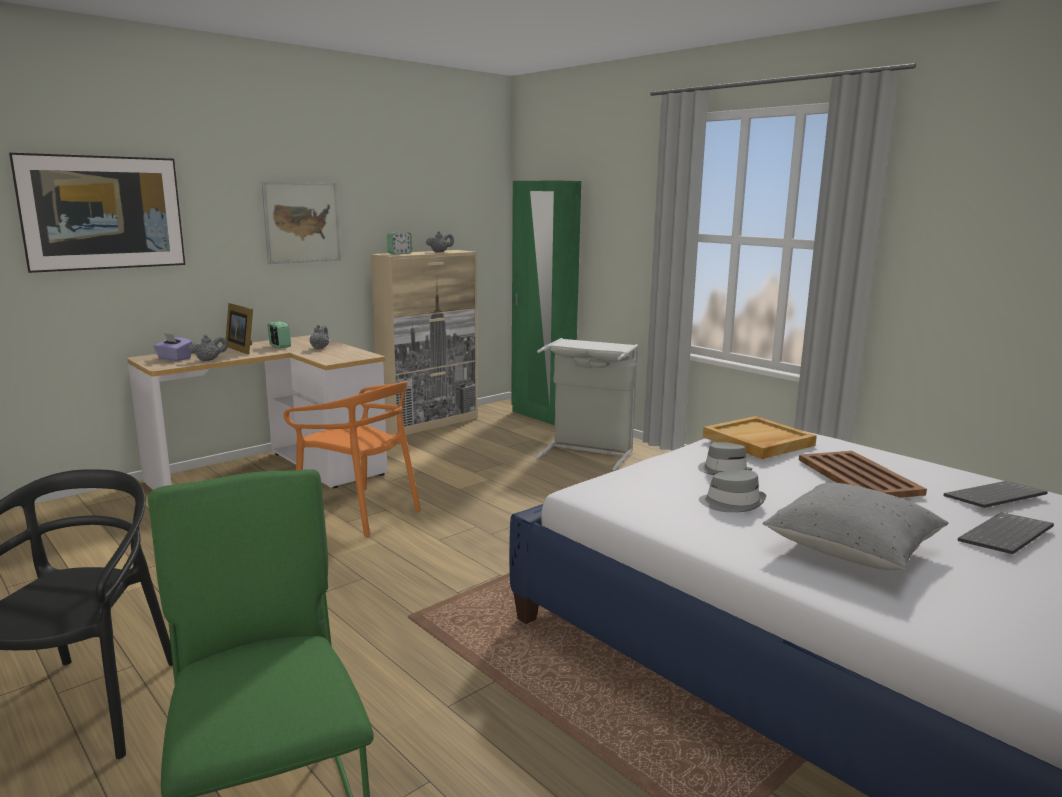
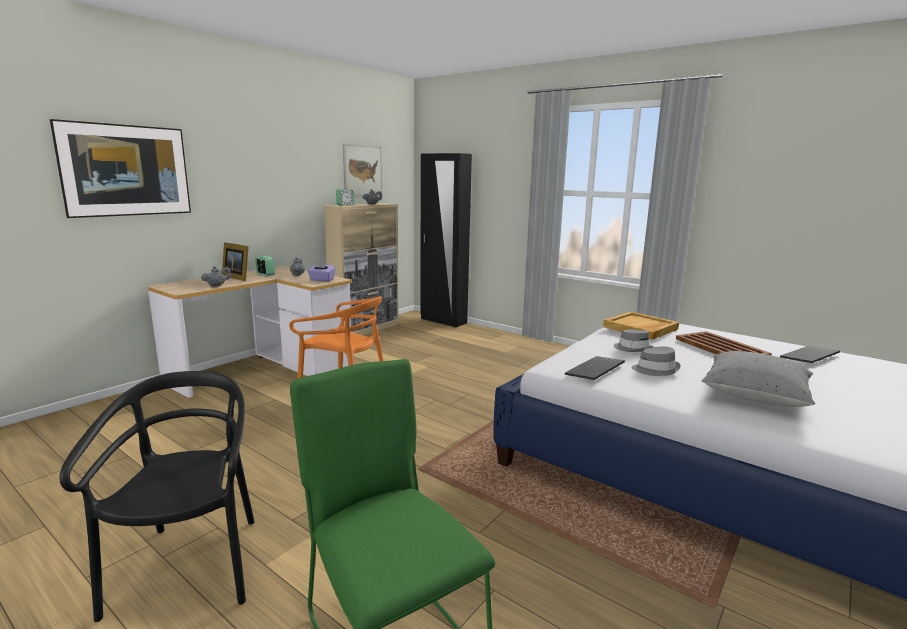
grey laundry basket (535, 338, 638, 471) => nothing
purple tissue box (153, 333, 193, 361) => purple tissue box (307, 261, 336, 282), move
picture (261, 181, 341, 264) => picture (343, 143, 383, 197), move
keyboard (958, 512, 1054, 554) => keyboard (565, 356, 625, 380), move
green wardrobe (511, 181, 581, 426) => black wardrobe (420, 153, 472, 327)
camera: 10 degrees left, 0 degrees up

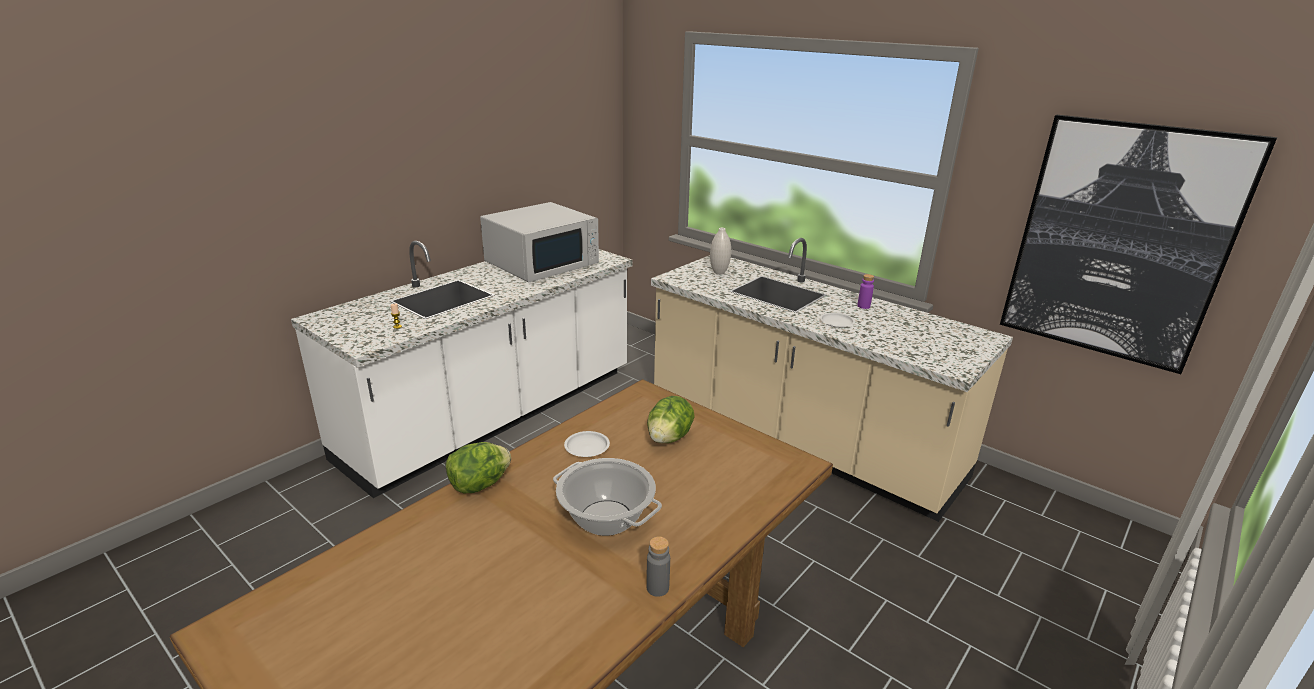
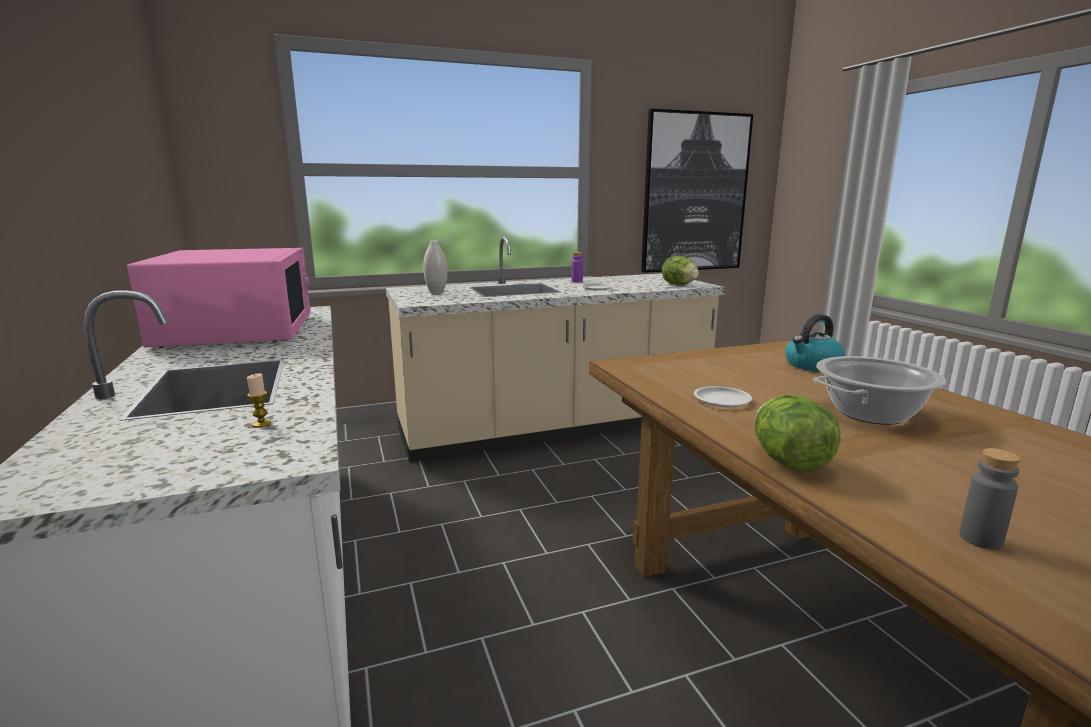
nothing => kettle (785, 314, 845, 372)
grey bottle (646, 536, 670, 597) => grey bottle (959, 448, 1021, 550), move
lettuce (647, 396, 695, 443) => lettuce (662, 256, 699, 285), move
white microwave (480, 202, 599, 282) => pink microwave (127, 248, 311, 348)
camera: 60 degrees left, 10 degrees down

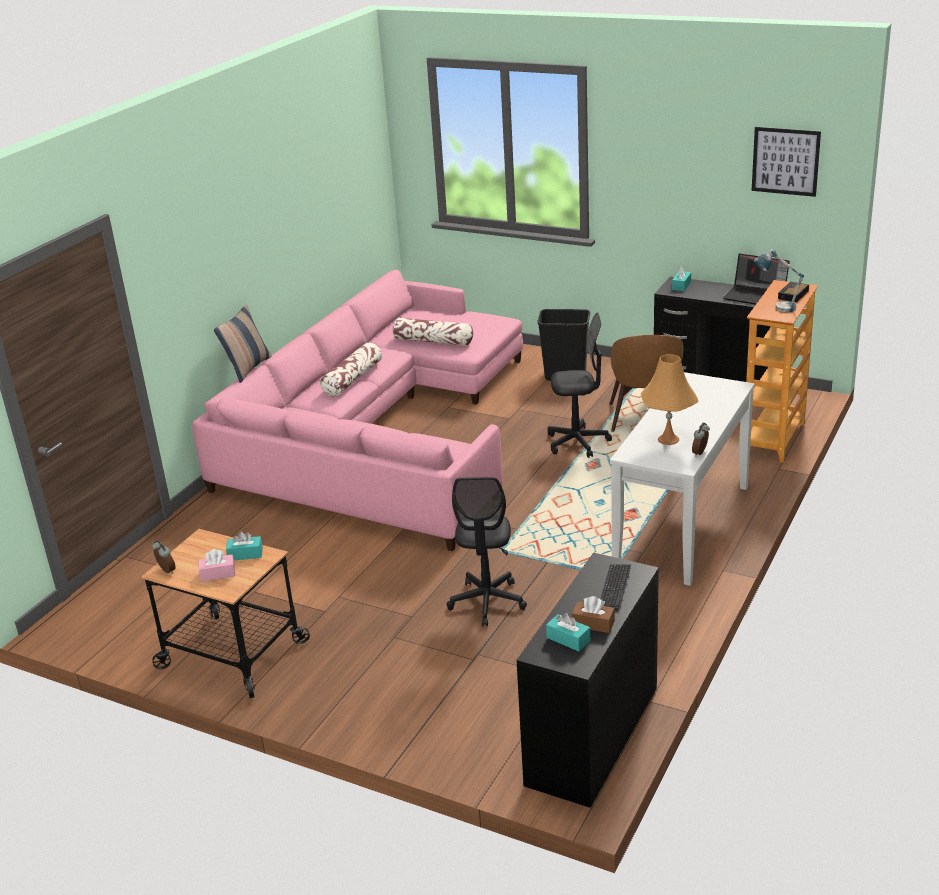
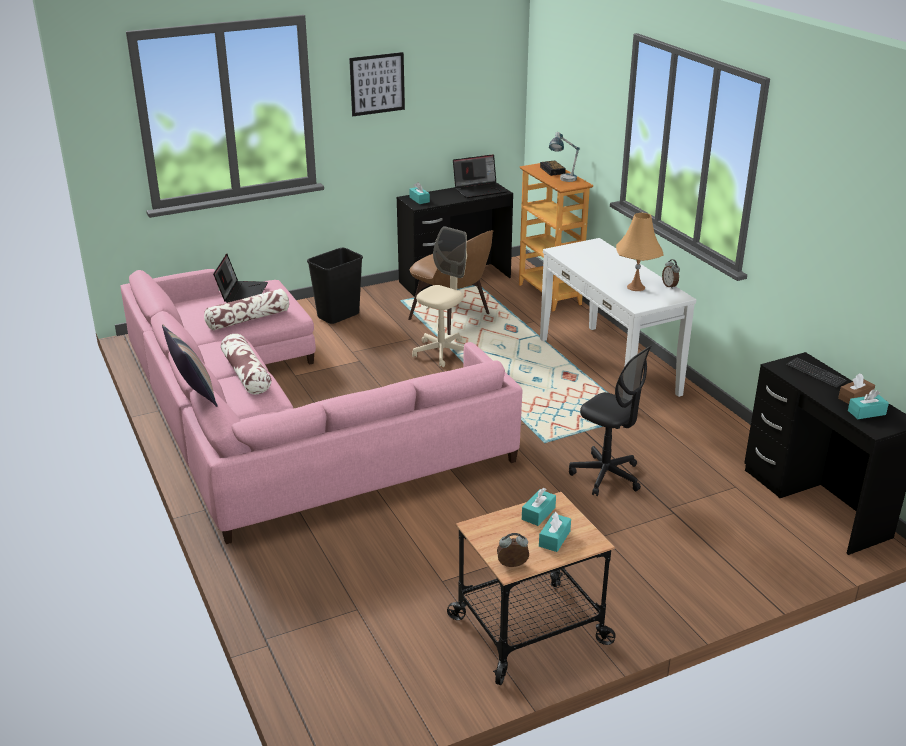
nothing => laptop (213, 254, 268, 303)
picture (752, 127, 821, 197) => picture (349, 52, 405, 116), move
pink tissue box (199, 549, 235, 582) => turquoise tissue box (539, 512, 571, 552)
black office chair (548, 312, 612, 458) => beige office chair (412, 226, 467, 367)
camera: 55 degrees left, 0 degrees up

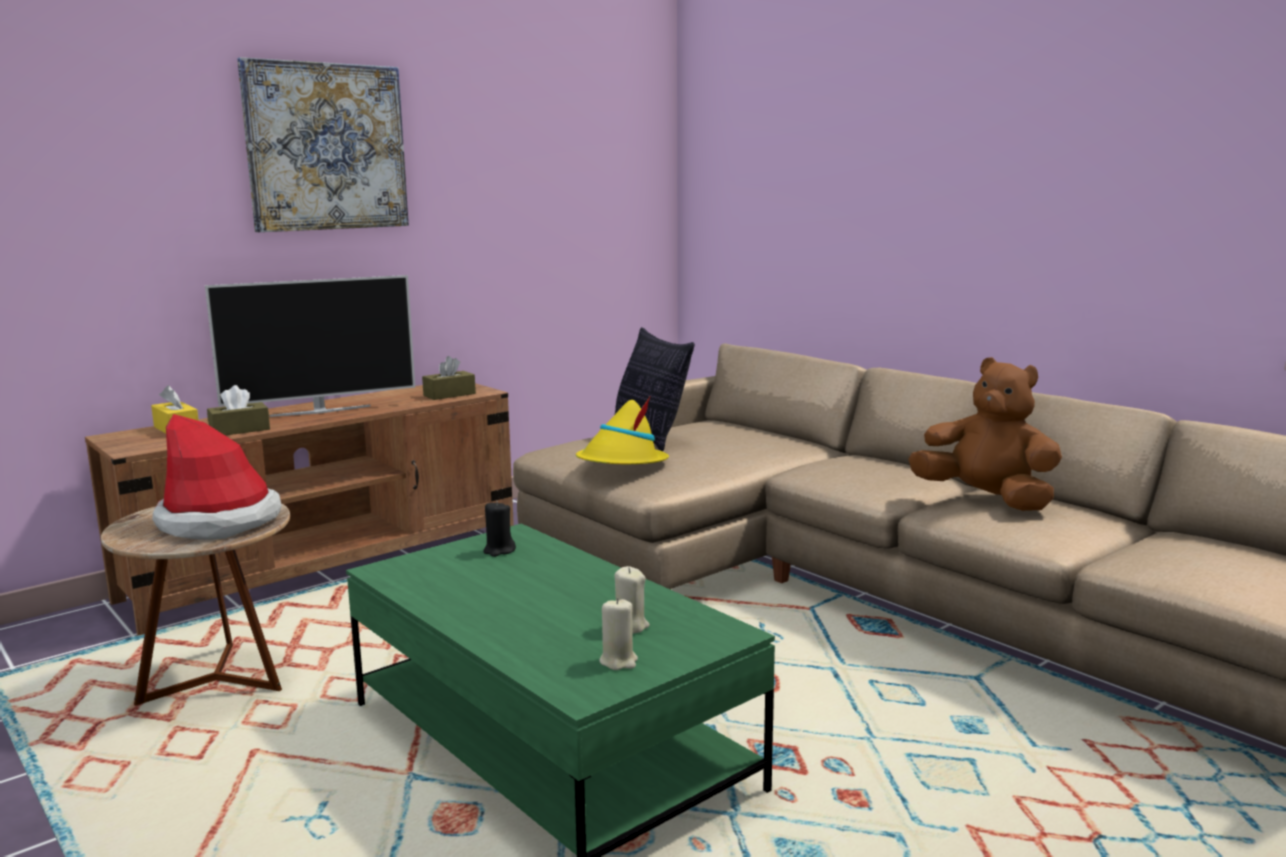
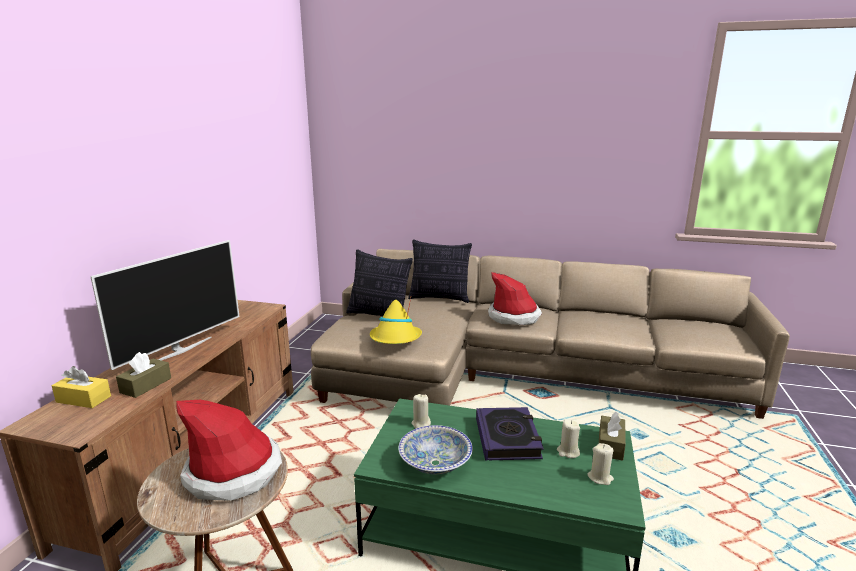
picture (237, 57, 409, 232) => nothing
brown plush toy (908, 357, 1062, 511) => nothing
nothing => bowl (398, 425, 473, 475)
nothing => pillow (408, 240, 472, 303)
nothing => book (476, 407, 544, 461)
nothing => hat (488, 272, 542, 325)
brown tissue box (422, 356, 476, 400) => brown tissue box (599, 411, 626, 461), move
black candle (484, 501, 516, 557) => beige candle (411, 394, 431, 428)
camera: 35 degrees left, 5 degrees up

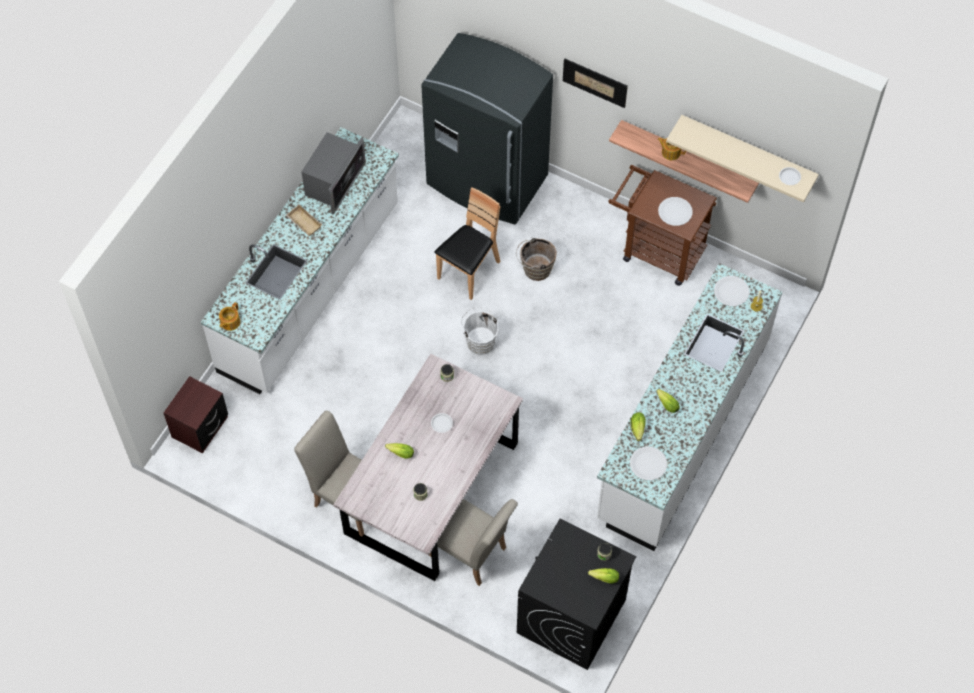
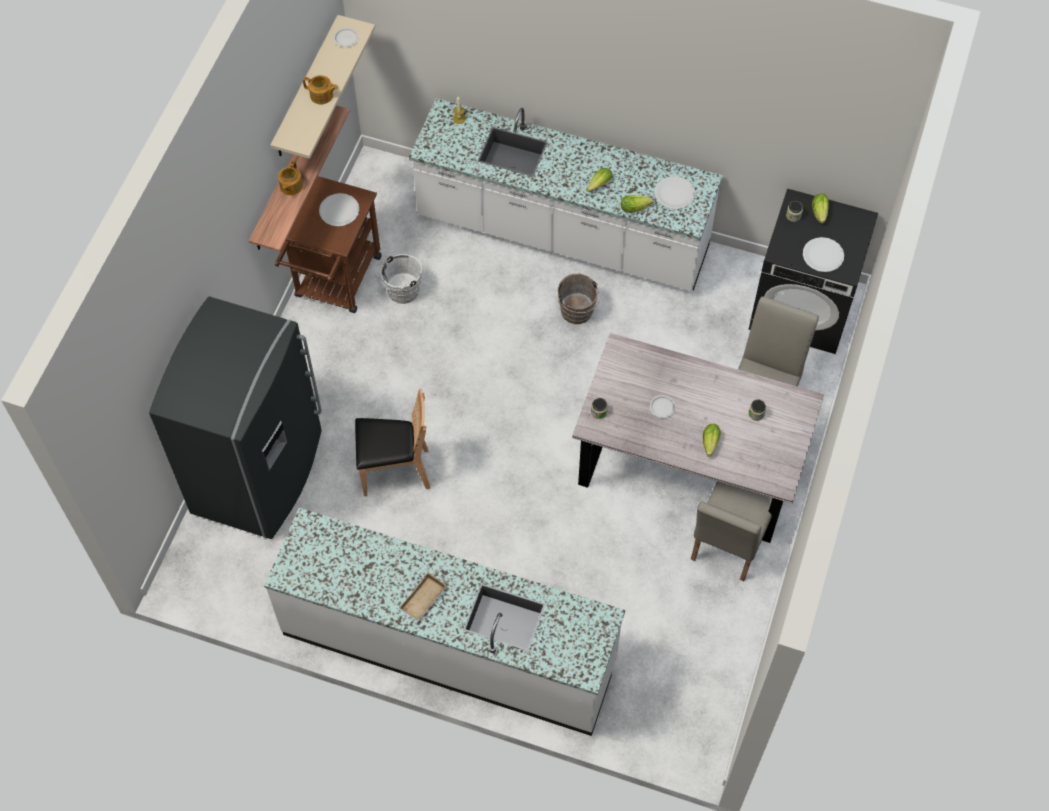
brown nightstand (164, 376, 228, 453) => nothing
microwave (302, 132, 366, 215) => nothing
picture (563, 59, 628, 108) => nothing
teapot (219, 302, 240, 331) => teapot (303, 75, 338, 104), move
white bucket (461, 307, 498, 355) => white bucket (376, 254, 422, 304), move
brown bucket (516, 237, 557, 281) => brown bucket (558, 274, 600, 324), move
white plate (714, 276, 750, 306) => white plate (803, 237, 844, 272), move
brown chair (434, 187, 500, 300) => brown chair (355, 388, 430, 496), 150 degrees clockwise
camera: 100 degrees left, 0 degrees up

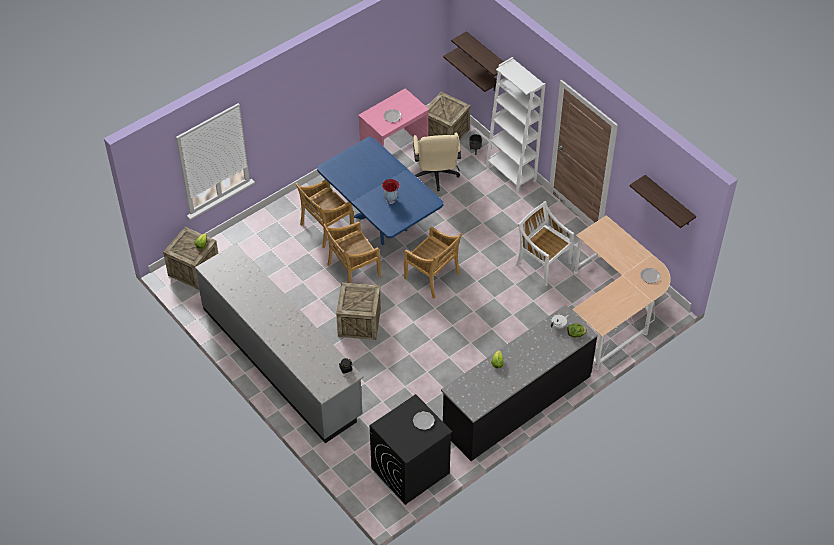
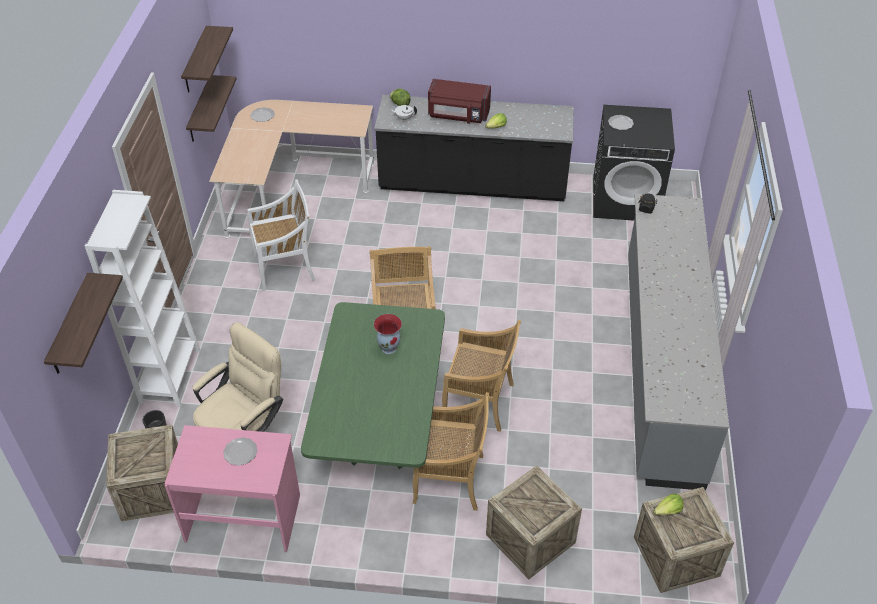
nothing => red microwave (428, 79, 491, 124)
crate (336, 283, 381, 340) => crate (486, 465, 582, 579), move
shelf (443, 48, 497, 92) => shelf (186, 75, 236, 142), move
blue dining table (317, 137, 443, 245) => green dining table (301, 302, 445, 469)
white chair (516, 201, 574, 286) => white chair (247, 180, 316, 291), 105 degrees counterclockwise
camera: 135 degrees left, 5 degrees down

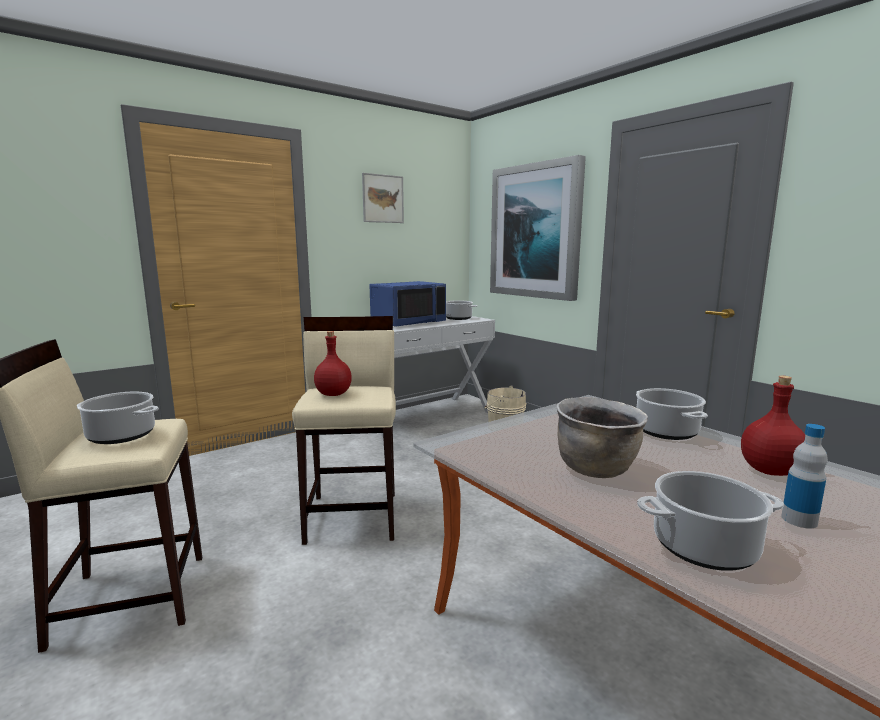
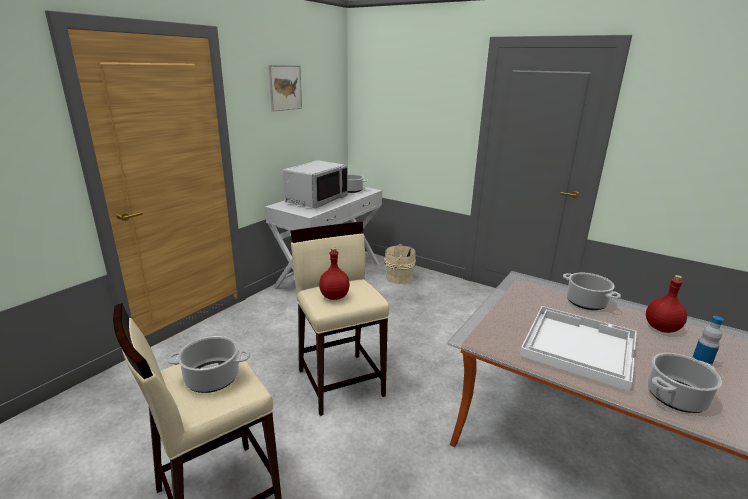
picture (490, 155, 586, 301) => nothing
brown cooking pot (557, 397, 648, 478) => white tray (520, 306, 637, 391)
blue microwave (370, 281, 446, 327) => grey microwave (283, 160, 348, 209)
camera: 20 degrees left, 10 degrees up

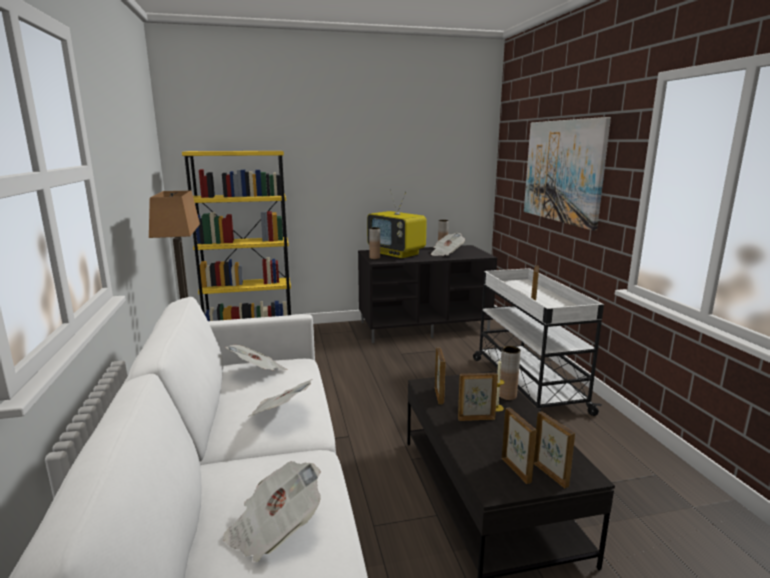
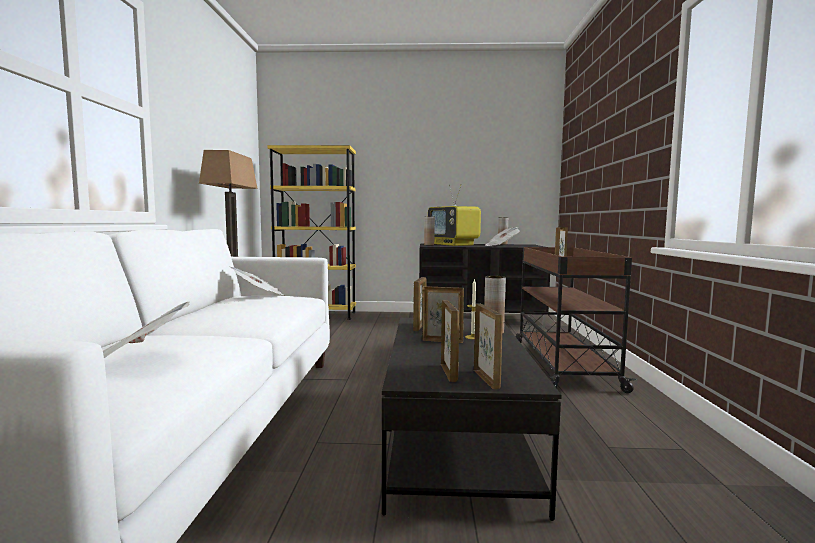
newspaper (248, 379, 312, 417) => nothing
picture (524, 117, 611, 231) => nothing
white cart (473, 268, 604, 416) => brown cart (515, 247, 637, 393)
camera: 15 degrees right, 10 degrees down

